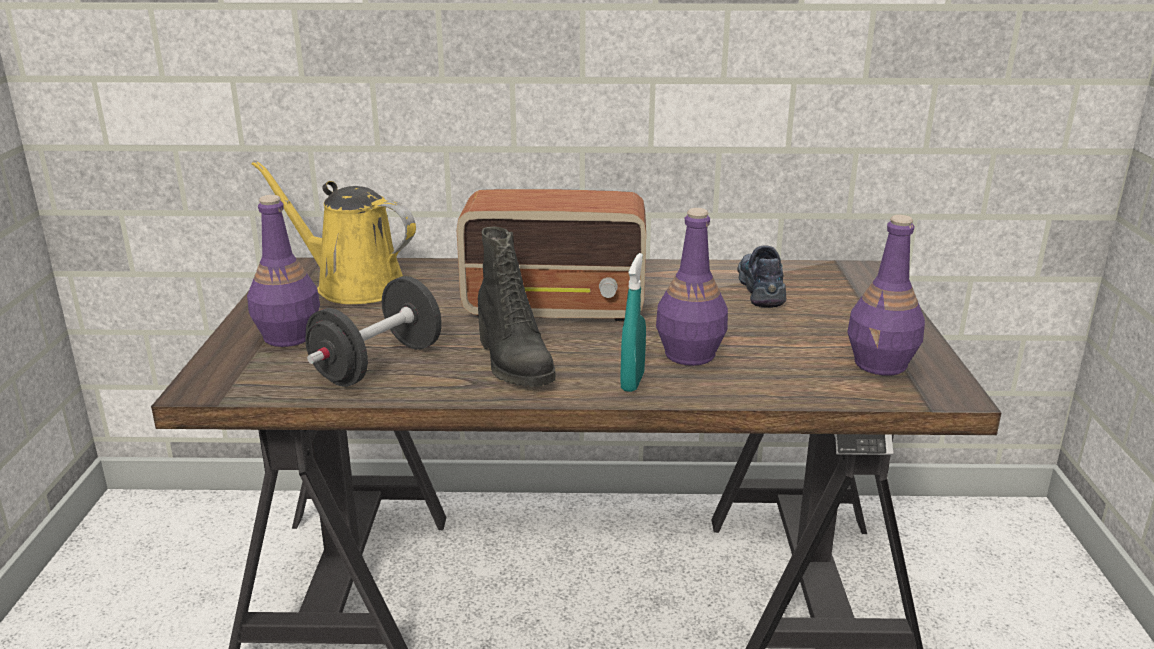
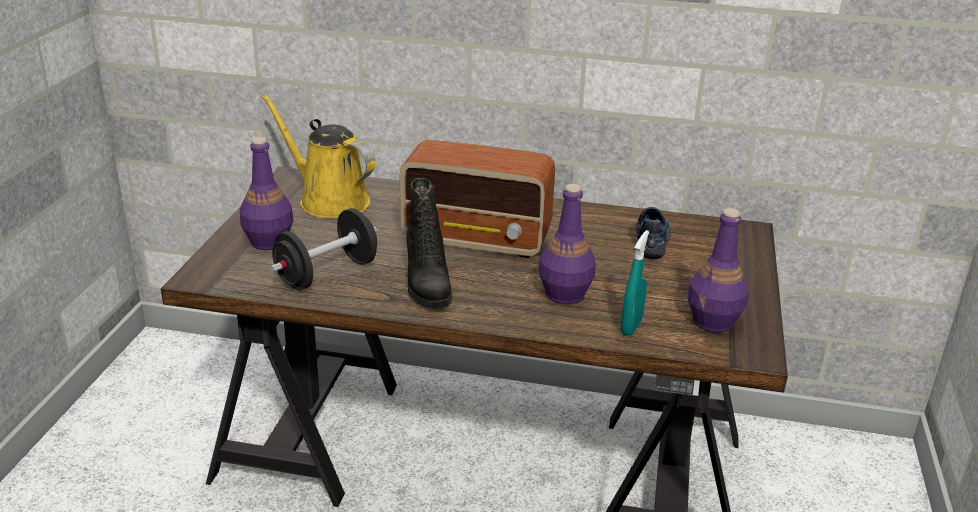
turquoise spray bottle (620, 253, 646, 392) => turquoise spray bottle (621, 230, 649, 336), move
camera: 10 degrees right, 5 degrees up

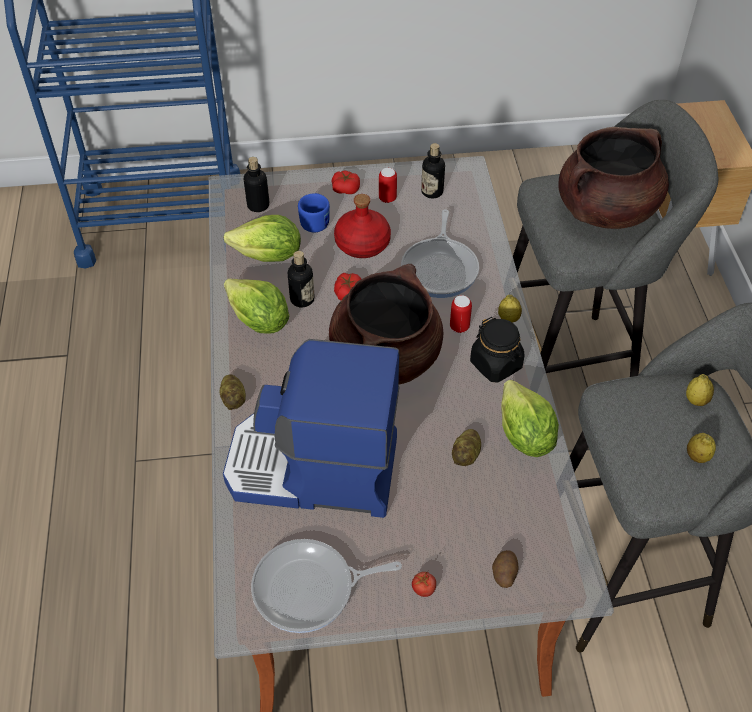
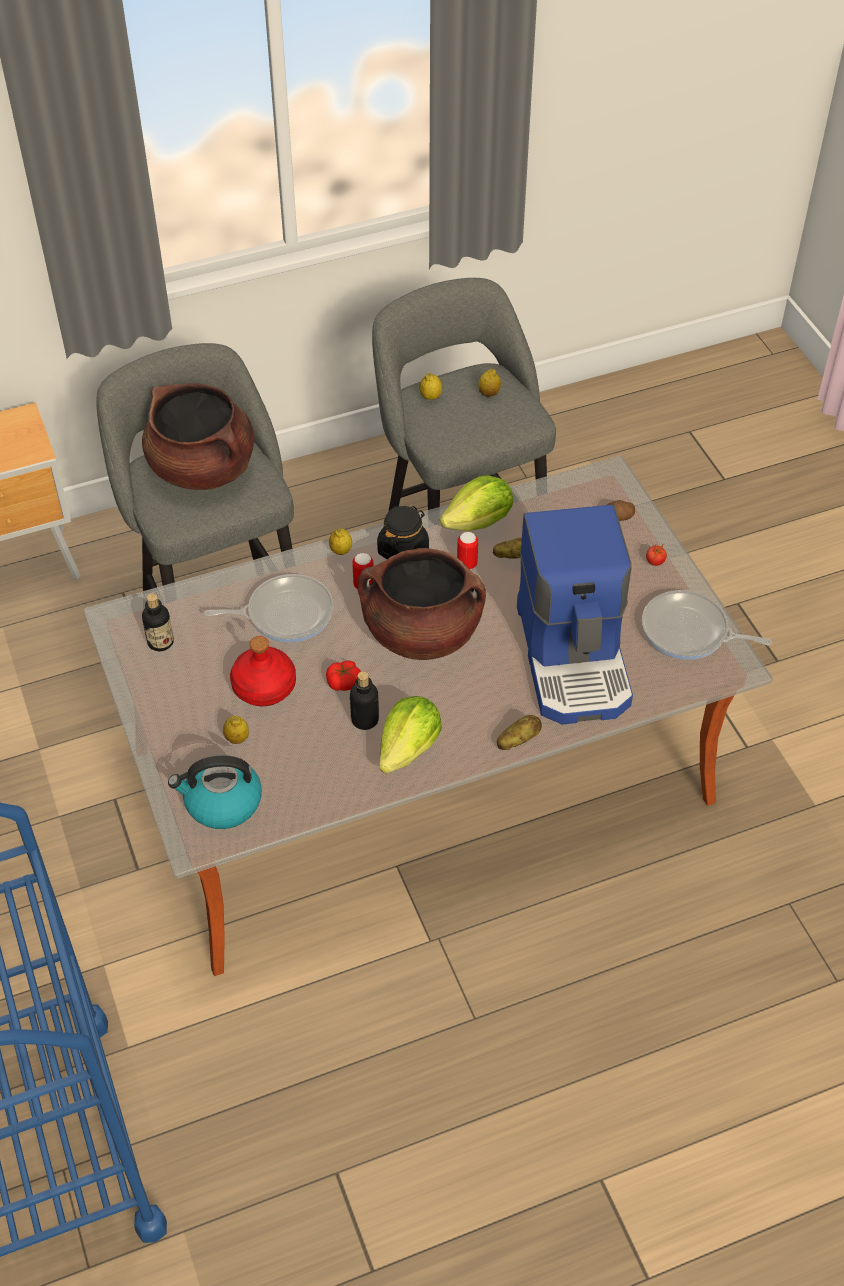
lettuce (224, 215, 301, 262) => nothing
tomato (331, 170, 360, 194) => nothing
can (379, 168, 397, 203) => can (457, 532, 478, 570), move
bottle (244, 157, 269, 212) => kettle (168, 755, 262, 829)
blue mug (298, 193, 330, 232) => lemon (223, 716, 249, 744)
frying pan (251, 539, 402, 633) => frying pan (642, 590, 772, 660), 135 degrees clockwise
camera: 105 degrees left, 0 degrees up

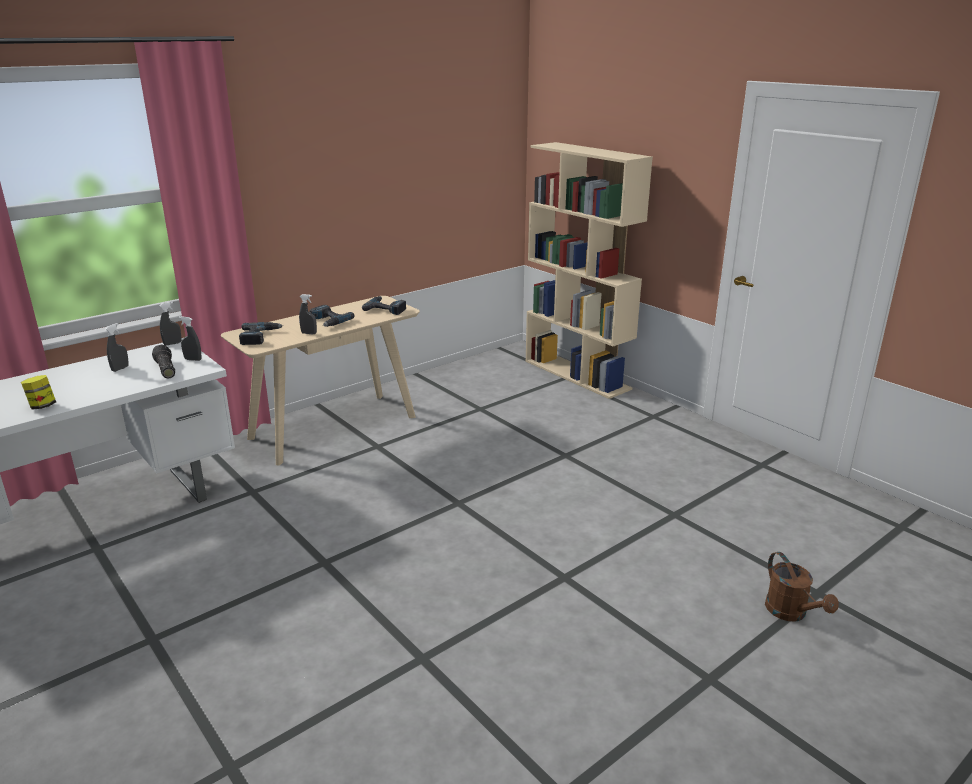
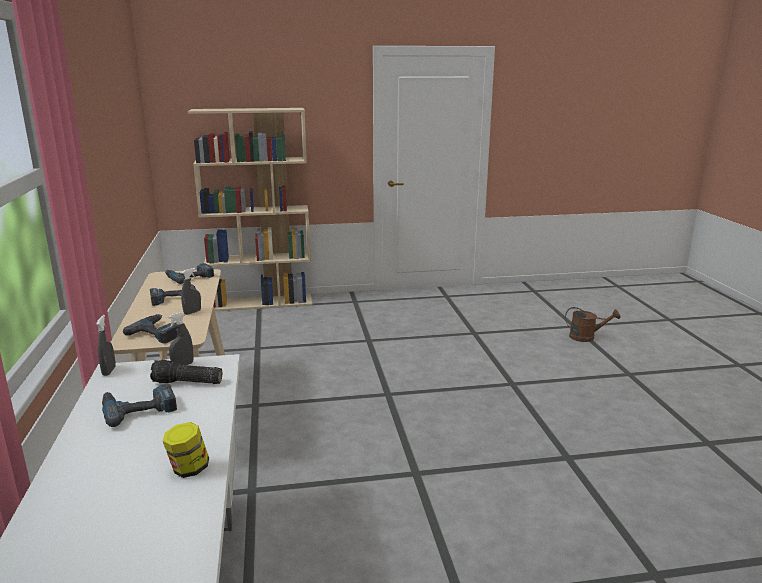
grey spray bottle (105, 323, 129, 372) => power drill (102, 383, 177, 427)
camera: 60 degrees left, 5 degrees down

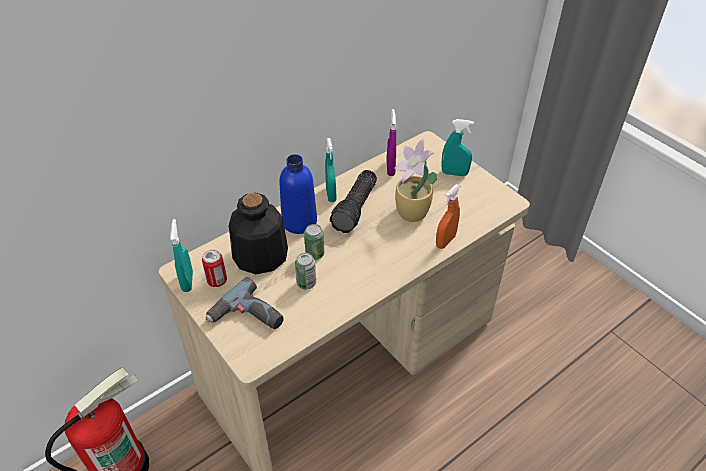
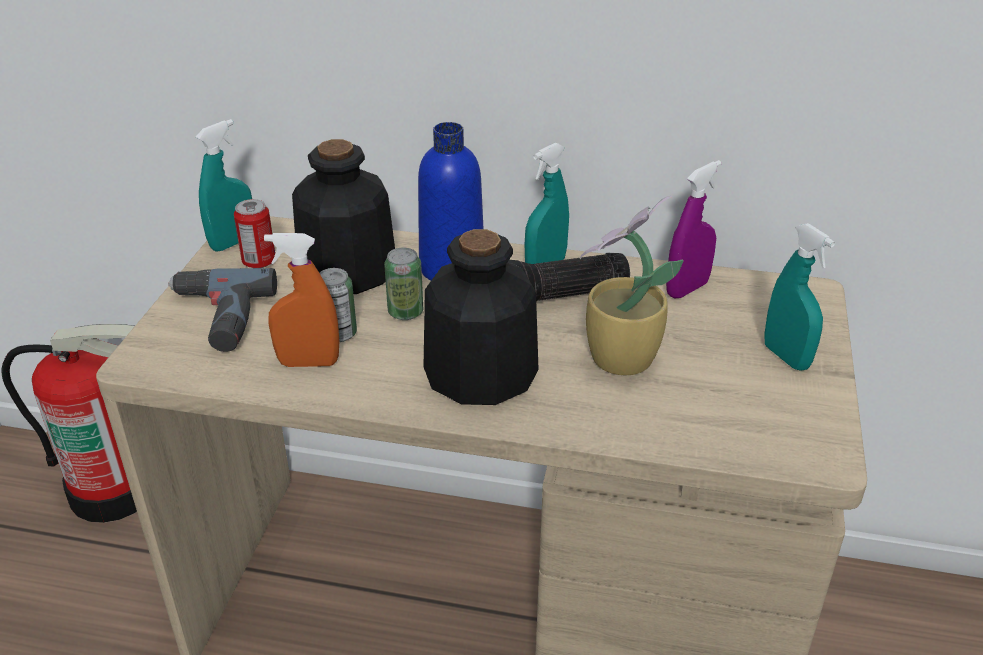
nothing => bottle (424, 229, 539, 405)
orange spray bottle (436, 184, 460, 249) => orange spray bottle (264, 233, 339, 367), move
camera: 50 degrees right, 10 degrees down

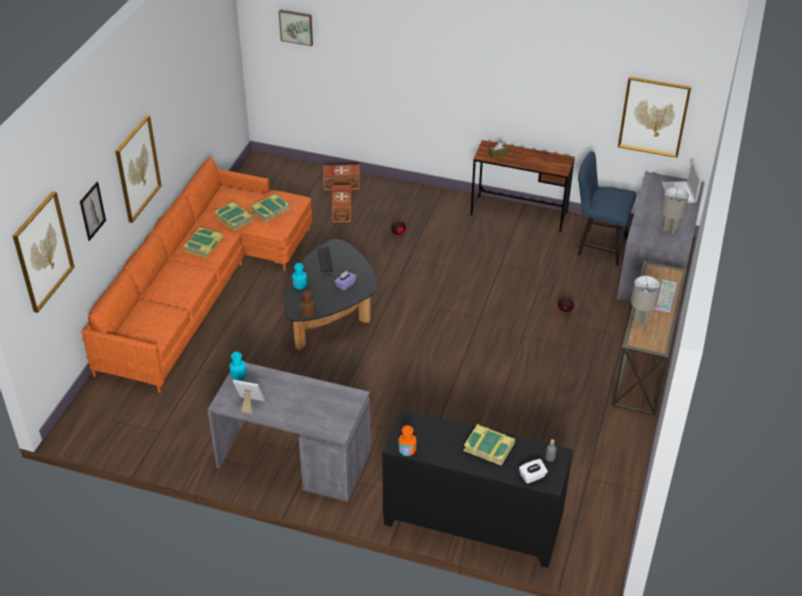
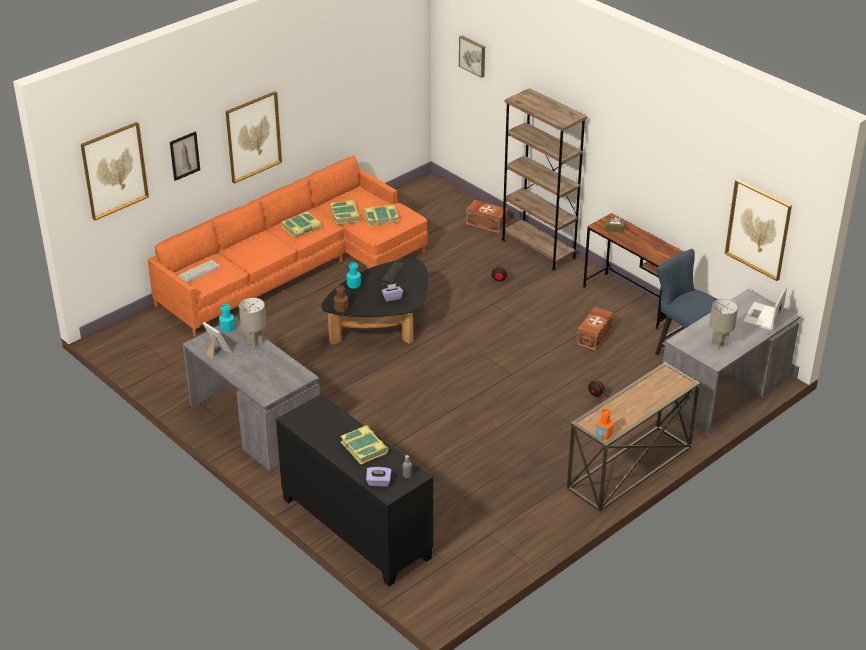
nothing => brown bookcase (501, 88, 587, 271)
brown storage box (332, 185, 351, 223) => brown storage box (577, 307, 613, 351), move
orange bottle (398, 425, 416, 456) => orange bottle (596, 409, 613, 439), move
grey table lamp (631, 276, 661, 326) => grey table lamp (239, 298, 266, 348), move
keyboard (655, 279, 677, 313) => keyboard (178, 260, 220, 282), move
white tissue box (519, 459, 548, 484) => purple tissue box (366, 467, 391, 487)
camera: 30 degrees right, 5 degrees down

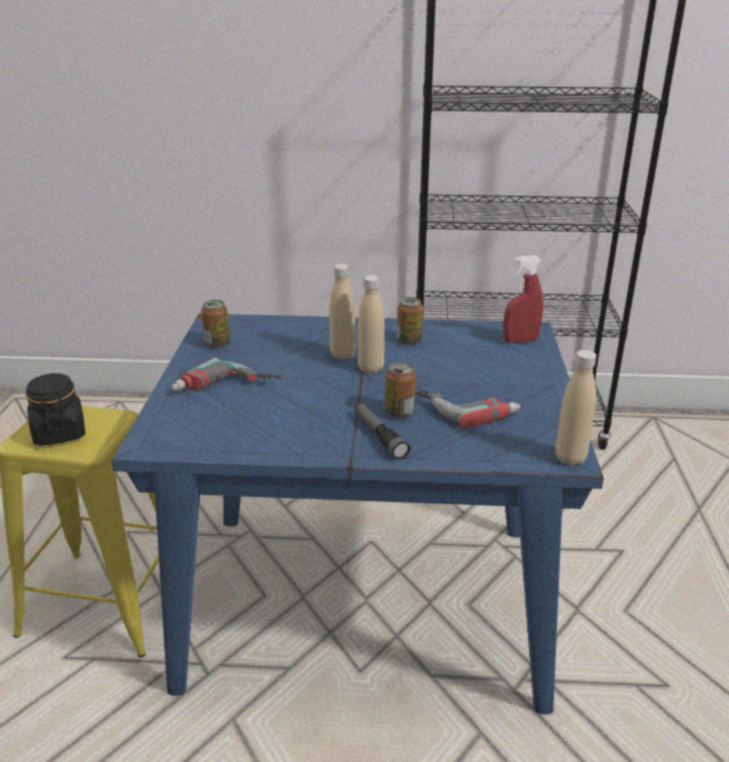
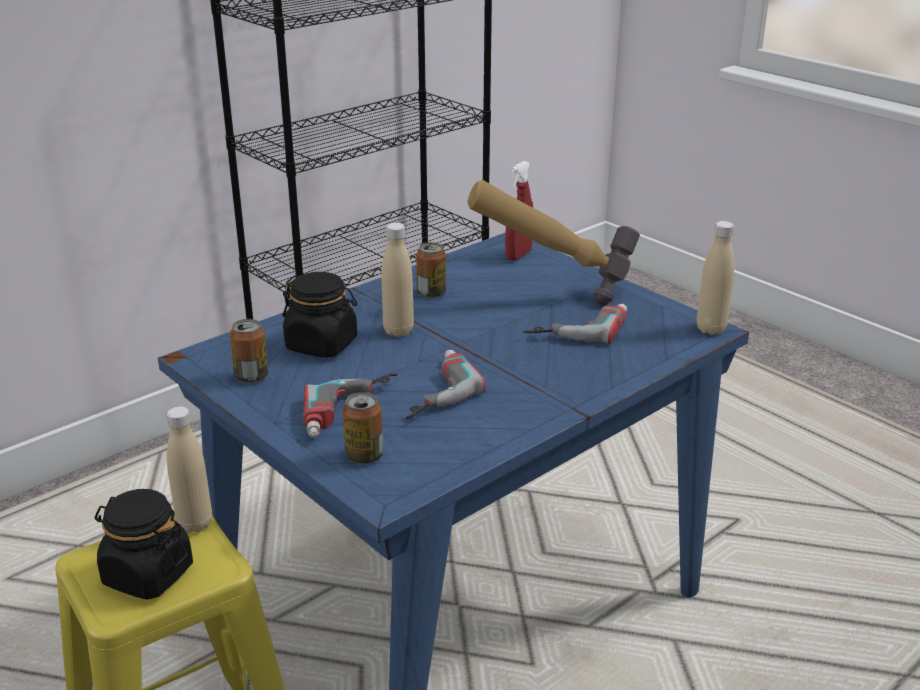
flashlight (355, 403, 410, 460) => nothing
nothing => black jar (283, 272, 357, 358)
nothing => power drill (405, 350, 486, 419)
nothing => hammer (468, 180, 640, 305)
beige bottle (358, 275, 385, 374) => beige bottle (167, 406, 212, 533), move
can (385, 362, 416, 419) => can (342, 392, 383, 464), move
camera: 45 degrees left, 0 degrees up

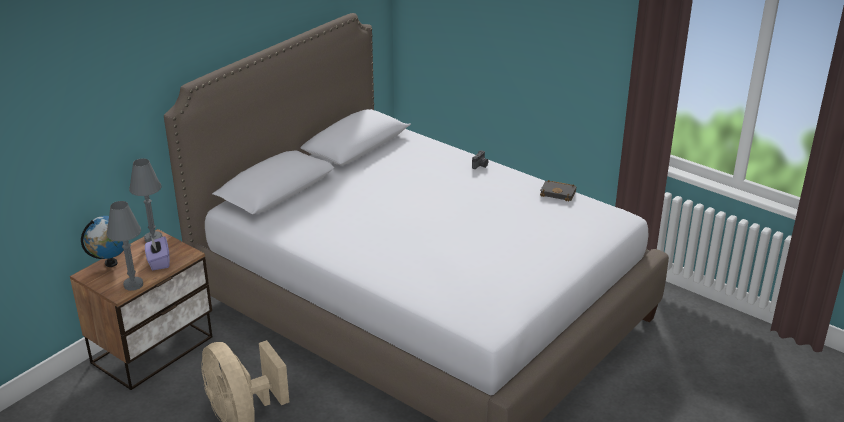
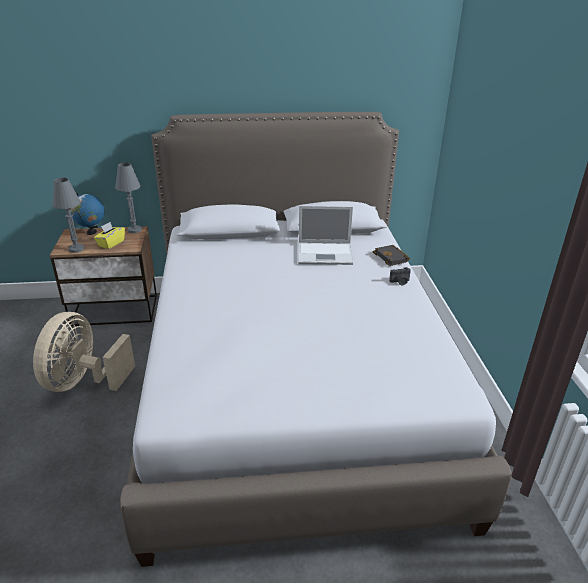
nothing => laptop (298, 205, 353, 265)
black book (540, 180, 576, 202) => black book (373, 245, 410, 266), move
purple tissue box (145, 236, 170, 270) => yellow tissue box (94, 222, 125, 249)
camera: 45 degrees right, 0 degrees up

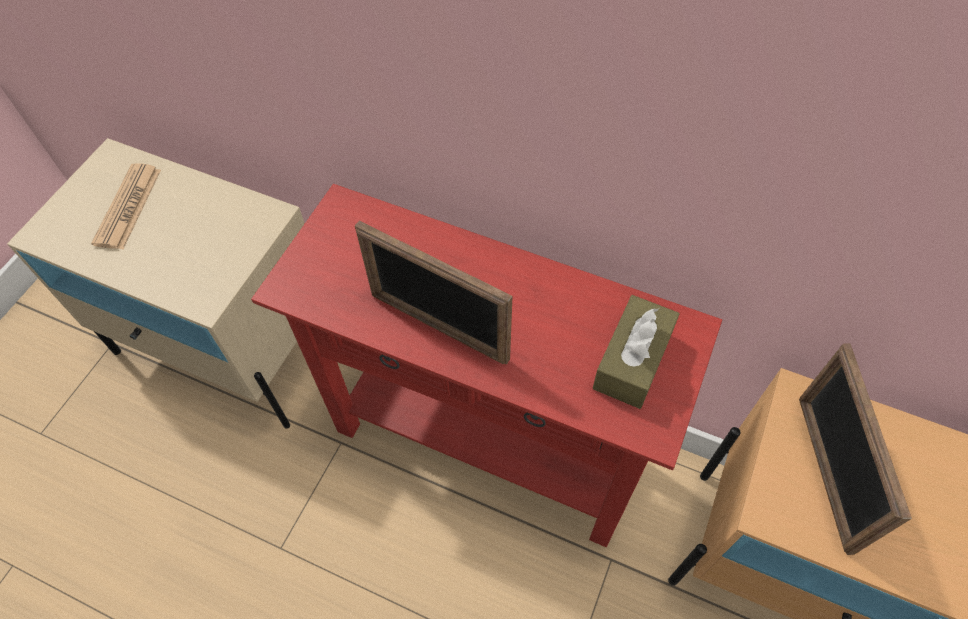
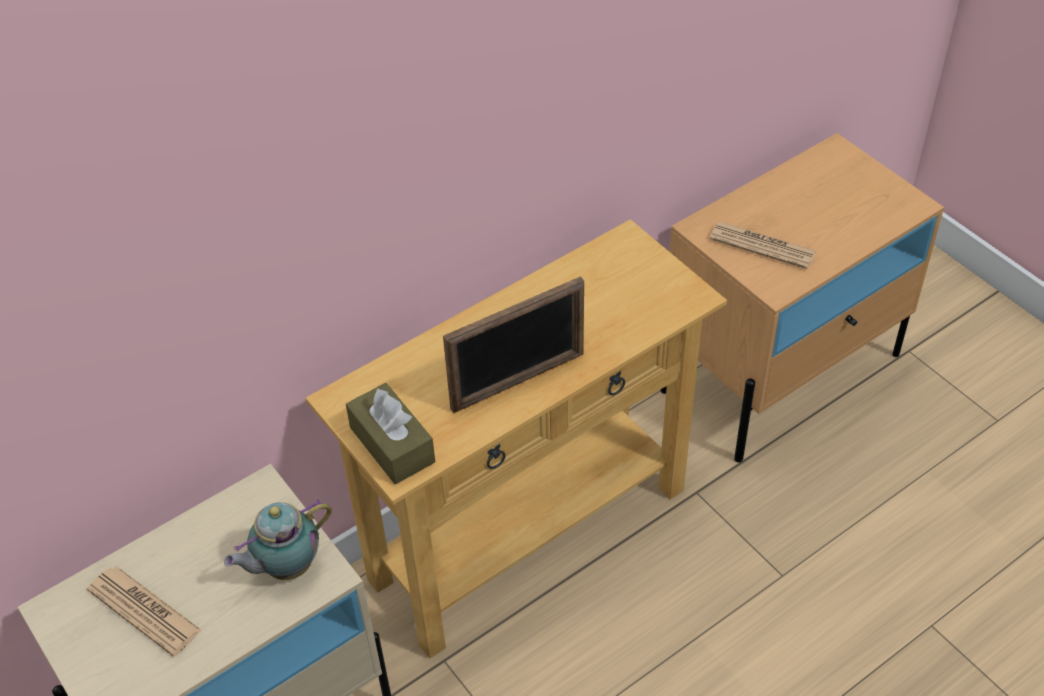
nothing => teapot (224, 499, 332, 580)
brown tissue box (593, 295, 680, 409) => brown tissue box (346, 383, 435, 484), move
picture frame (799, 343, 912, 555) => newspaper (710, 222, 816, 269)
red console table (251, 184, 722, 547) => beige console table (306, 219, 727, 659)
camera: 60 degrees left, 10 degrees down

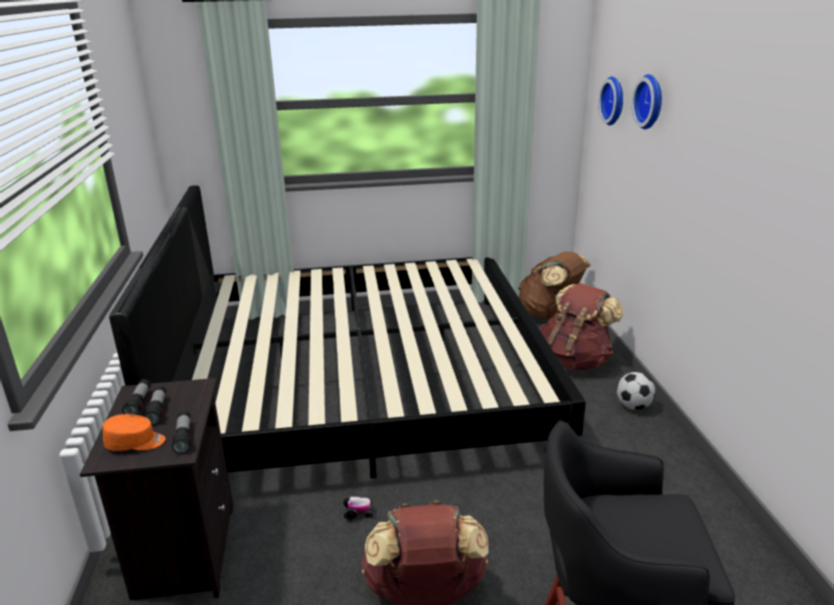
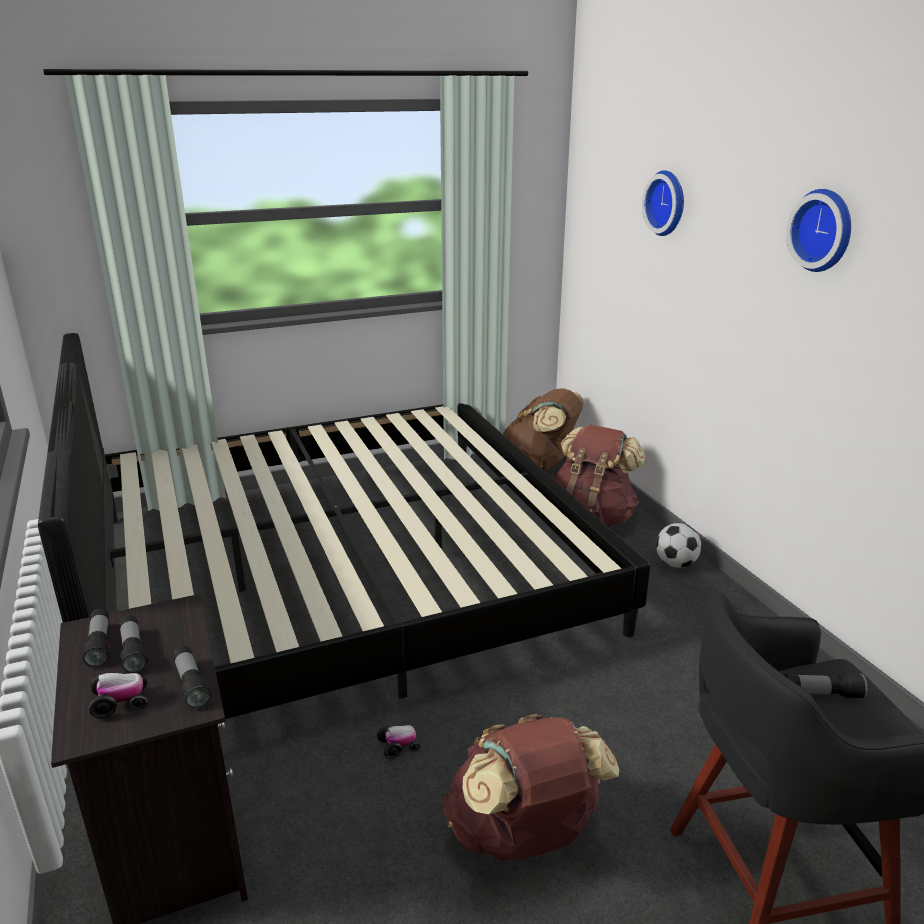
nothing => flashlight (784, 673, 868, 699)
wall clock (598, 76, 623, 125) => wall clock (786, 189, 851, 272), move
orange cap (103, 414, 166, 451) => toy car (88, 673, 148, 718)
camera: 15 degrees left, 0 degrees up

